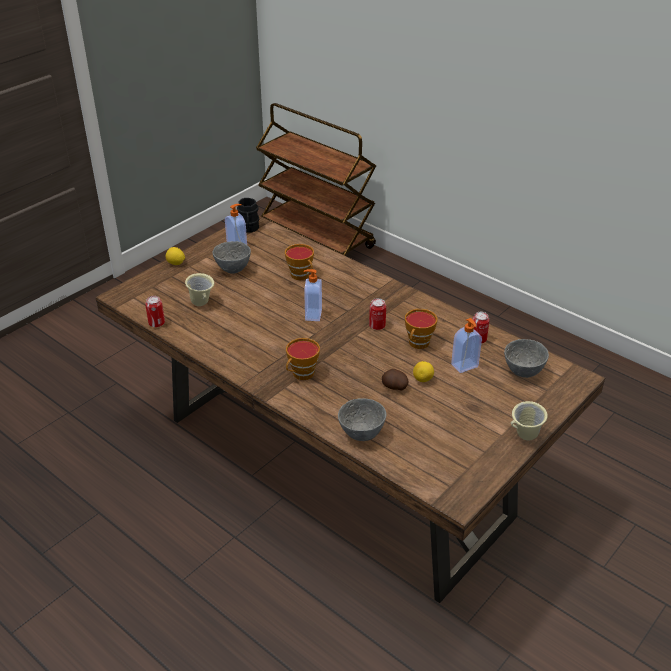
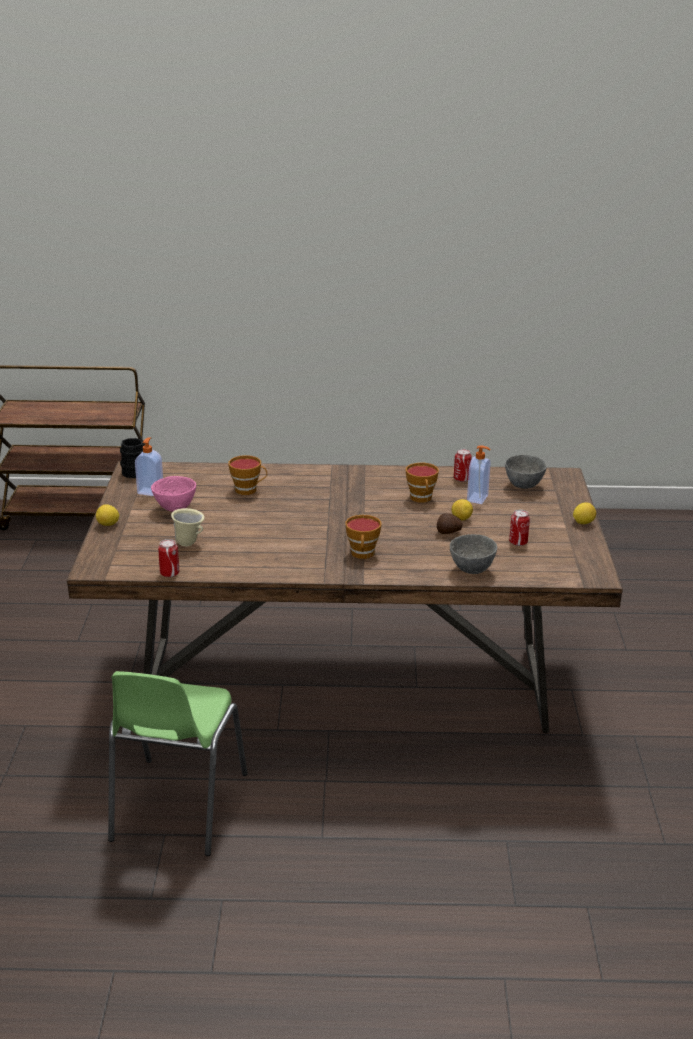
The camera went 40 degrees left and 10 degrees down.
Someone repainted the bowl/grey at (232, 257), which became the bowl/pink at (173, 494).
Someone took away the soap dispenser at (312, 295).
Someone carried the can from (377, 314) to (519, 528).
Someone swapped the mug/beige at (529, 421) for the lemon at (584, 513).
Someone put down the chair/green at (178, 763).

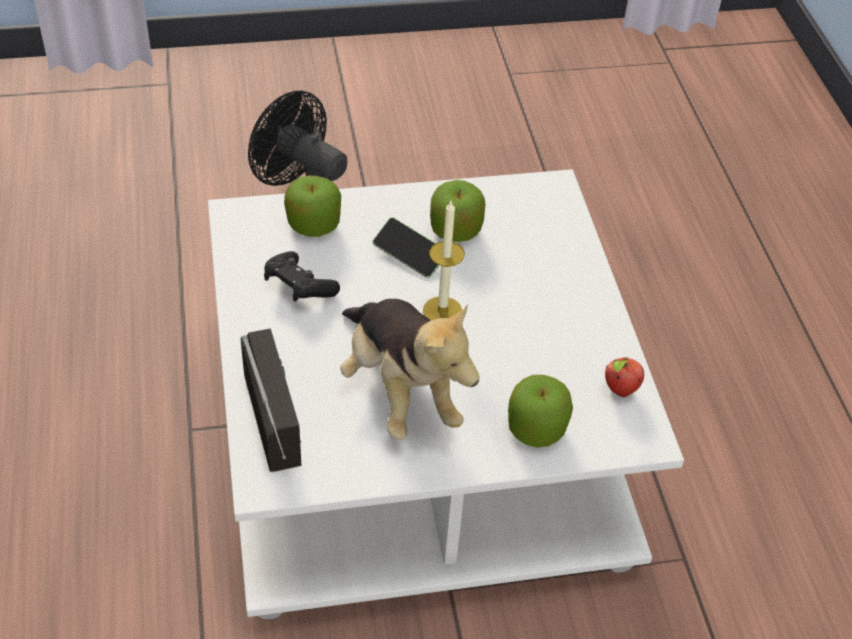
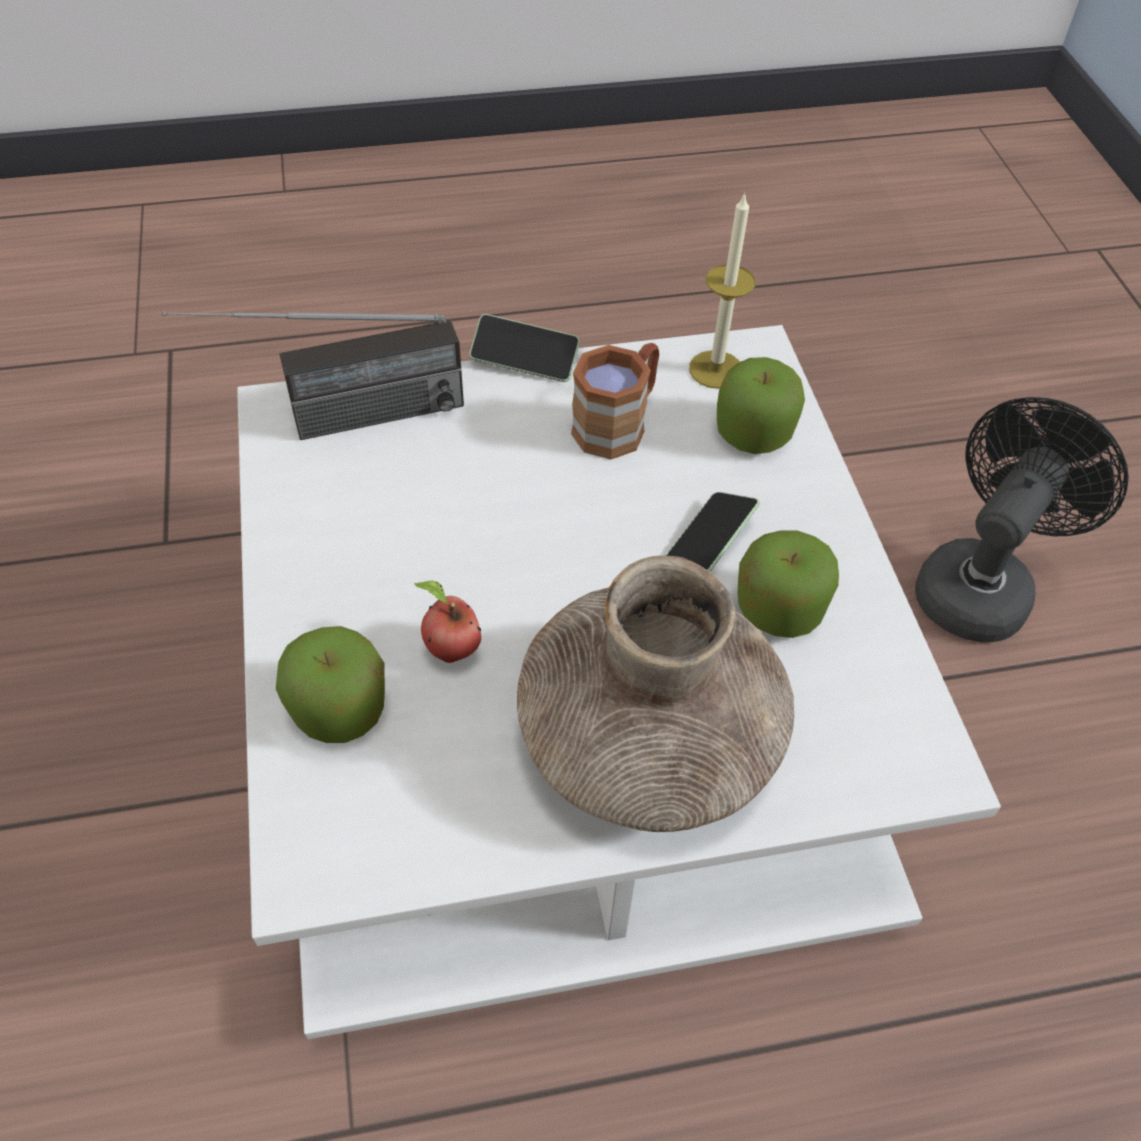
The camera went 90 degrees right and 5 degrees up.
Someone swapped the game controller/black at (302, 276) for the mug/brown at (615, 401).
Someone took away the plush toy at (410, 369).
Someone carried the candle from (444, 260) to (722, 290).
Someone carried the apple from (624, 377) to (447, 622).
Someone put down the phone at (524, 348).
Someone put down the vase/brown at (655, 694).

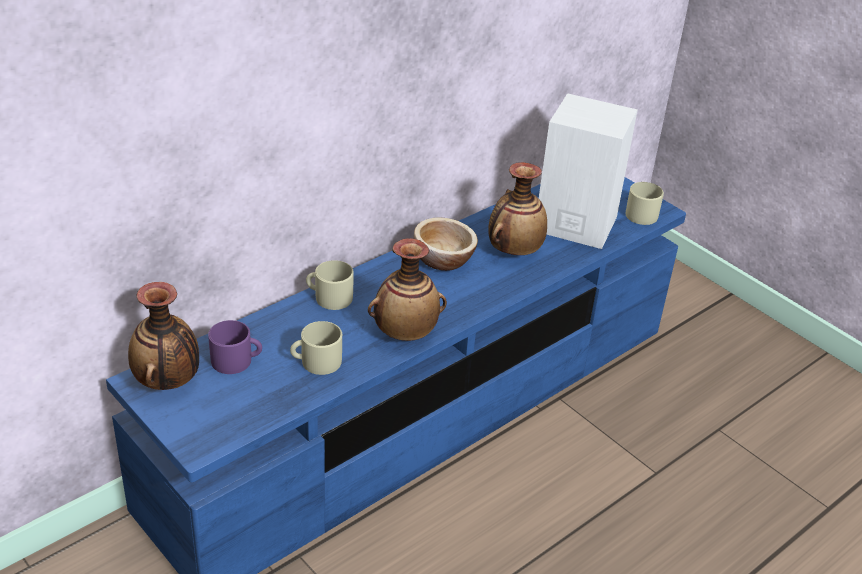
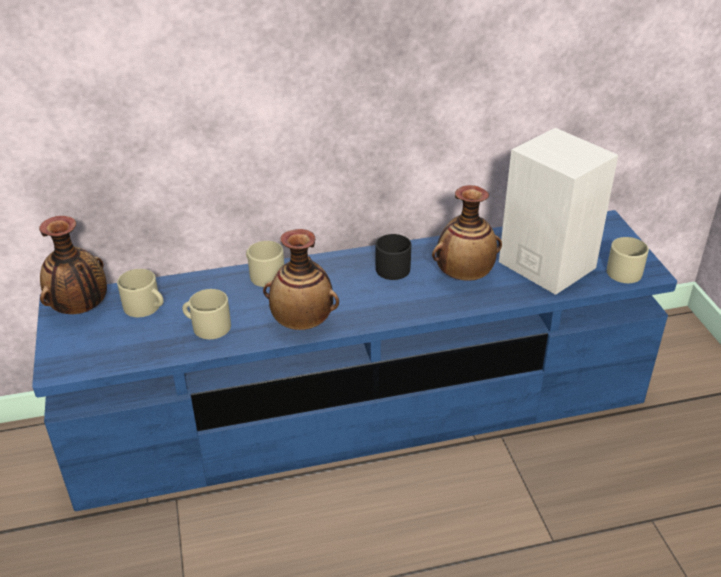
The camera went 30 degrees right and 0 degrees up.
Someone repainted the mug/purple at (235, 347), which became the mug/beige at (140, 293).
Someone swapped the bowl at (446, 244) for the mug/black at (393, 257).

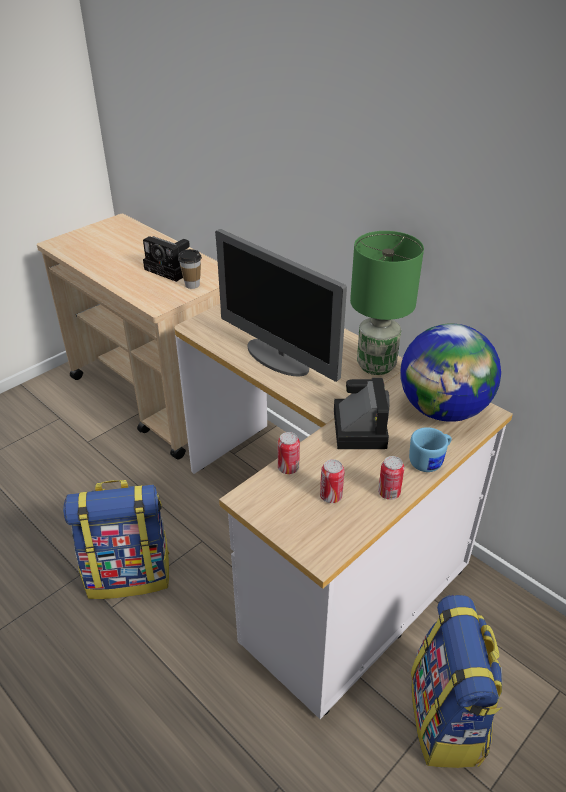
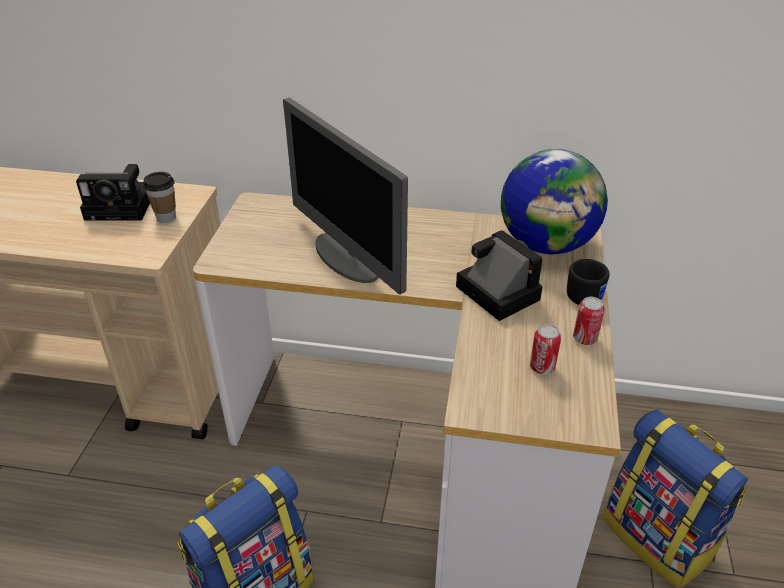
The camera went 35 degrees left and 0 degrees up.
Someone rotated the monitor at (281, 305) by 45 degrees clockwise.
Someone took away the can at (289, 453).
Someone took away the table lamp/green at (387, 303).
Someone repainted the mug/blue at (430, 449), which became the mug/black at (588, 282).

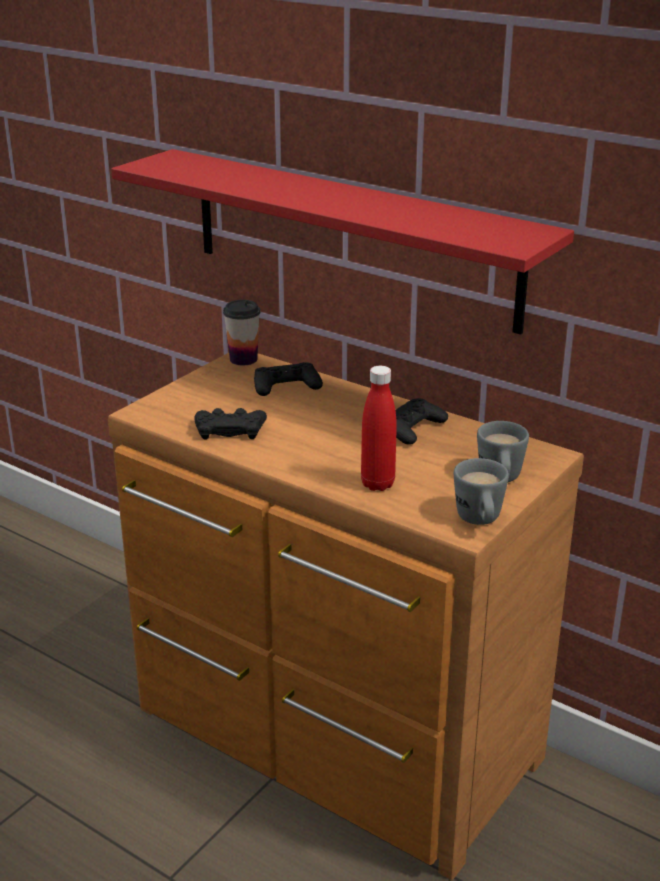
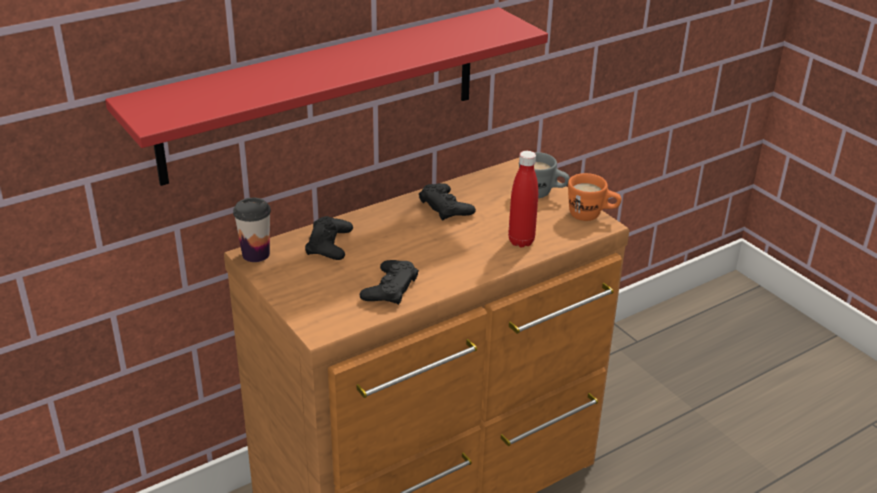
The camera went 70 degrees left and 5 degrees up.
Someone repainted the mug/grey at (481, 491), which became the mug/orange at (594, 197).

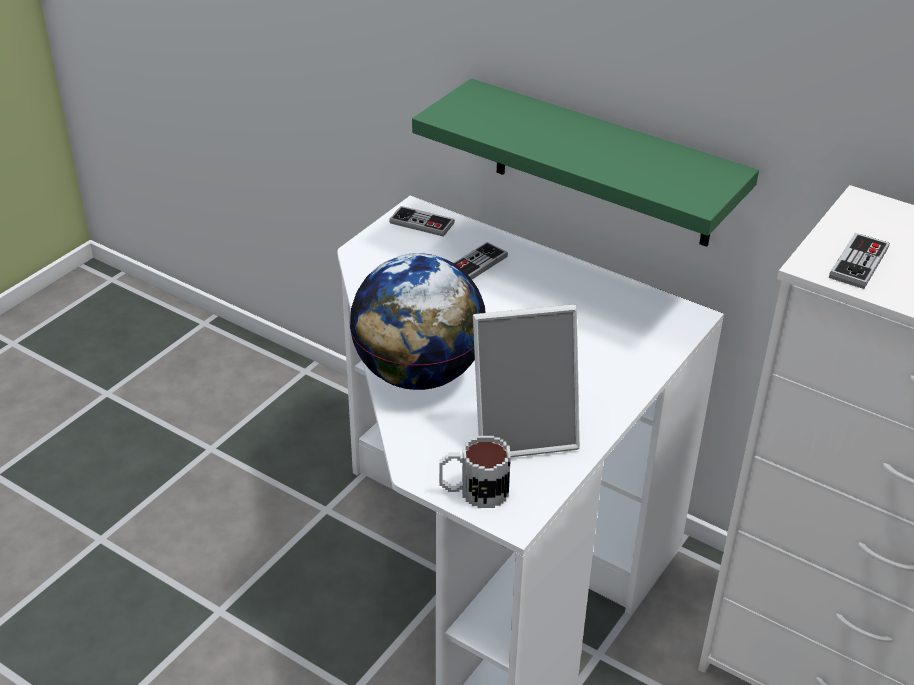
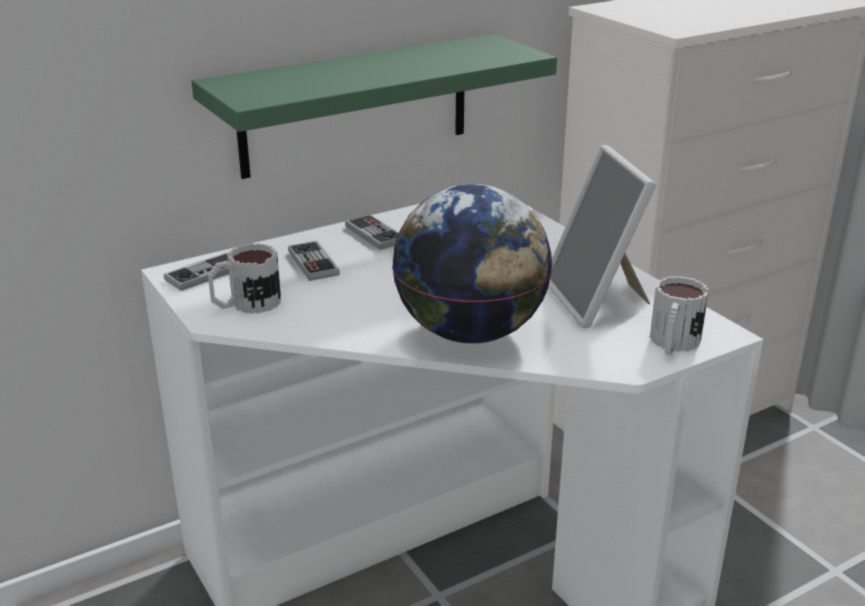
The camera went 65 degrees left and 10 degrees down.
Someone rotated the picture frame at (526, 380) by 150 degrees clockwise.
Someone carried the game controller from (859, 261) to (372, 232).
Someone put down the mug at (244, 278).

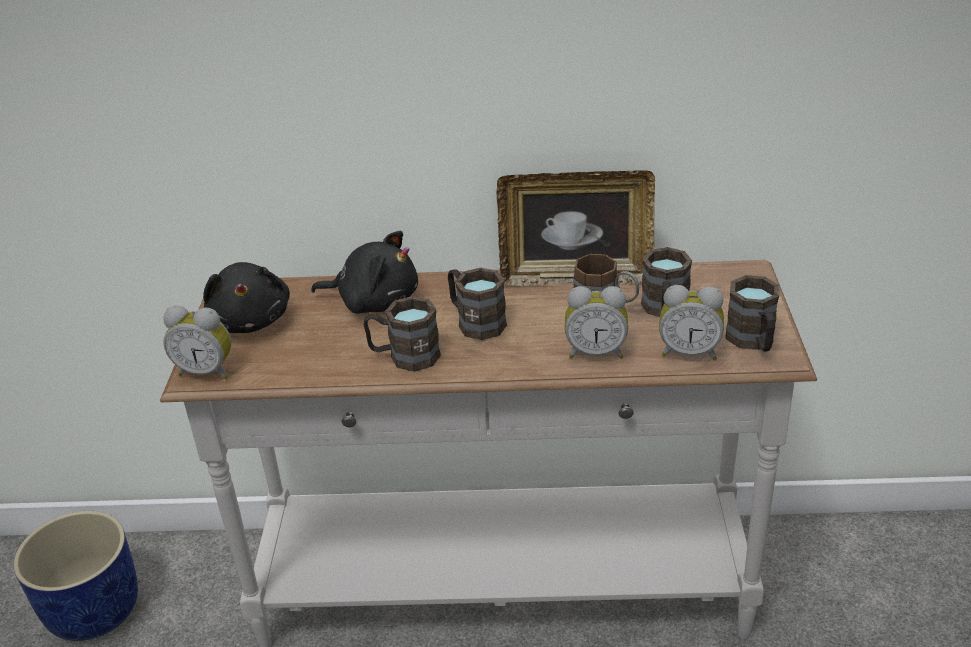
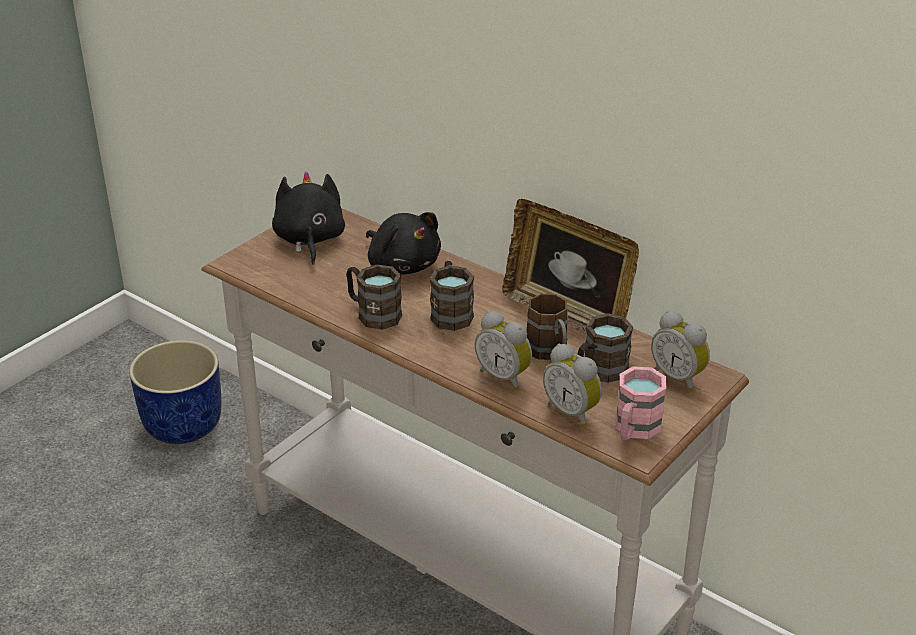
The camera went 35 degrees right and 0 degrees up.
Someone carried the alarm clock from (197, 343) to (680, 351).
Someone rotated the plush toy/black at (246, 297) by 150 degrees clockwise.
Someone repainted the mug/brown at (752, 313), which became the mug/pink at (641, 403).

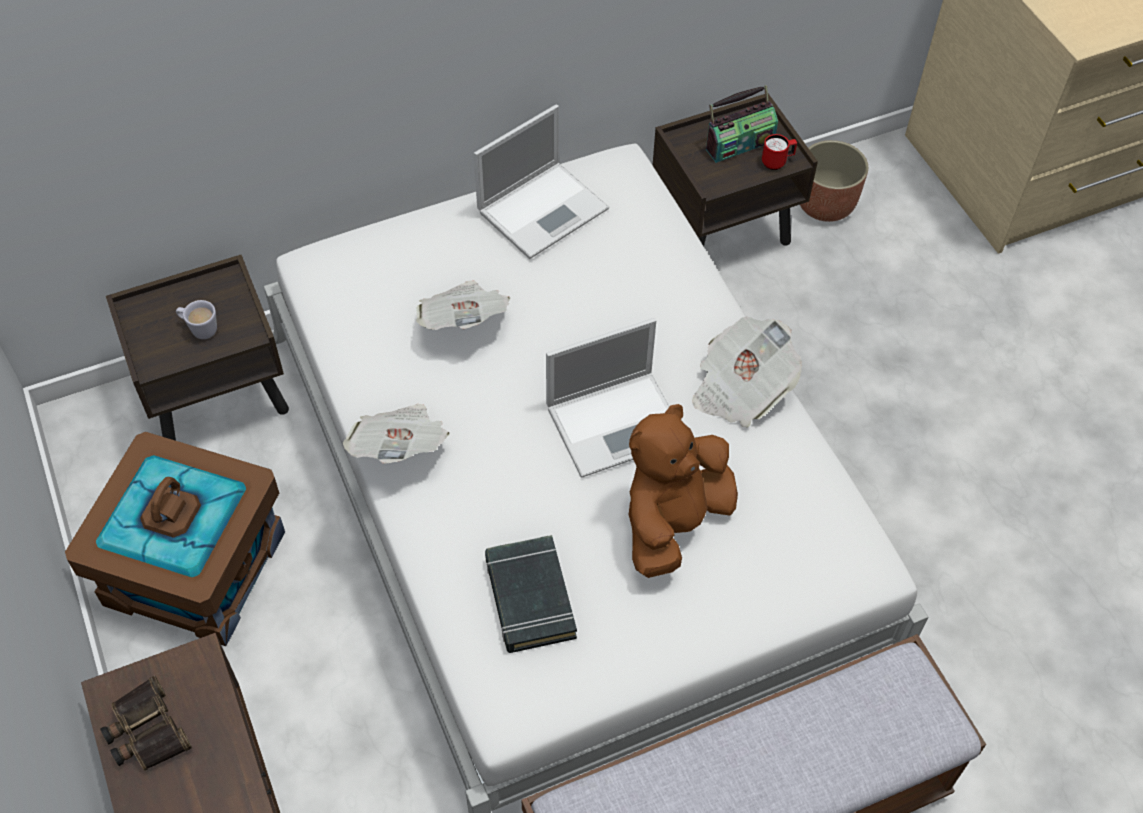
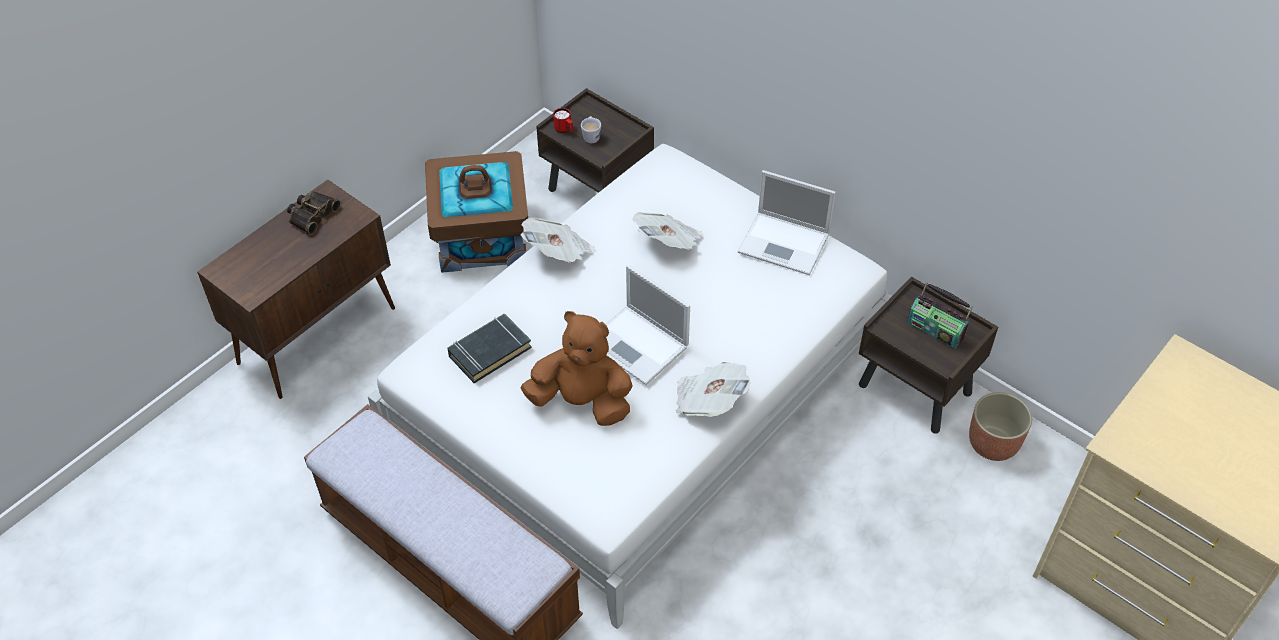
The camera went 65 degrees right and 5 degrees down.
Someone carried the mug/red from (779, 152) to (563, 120).

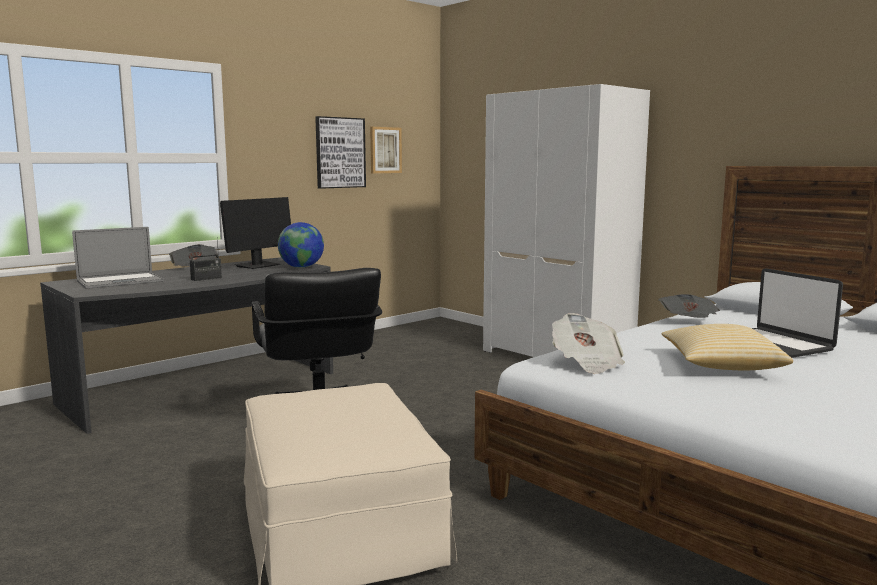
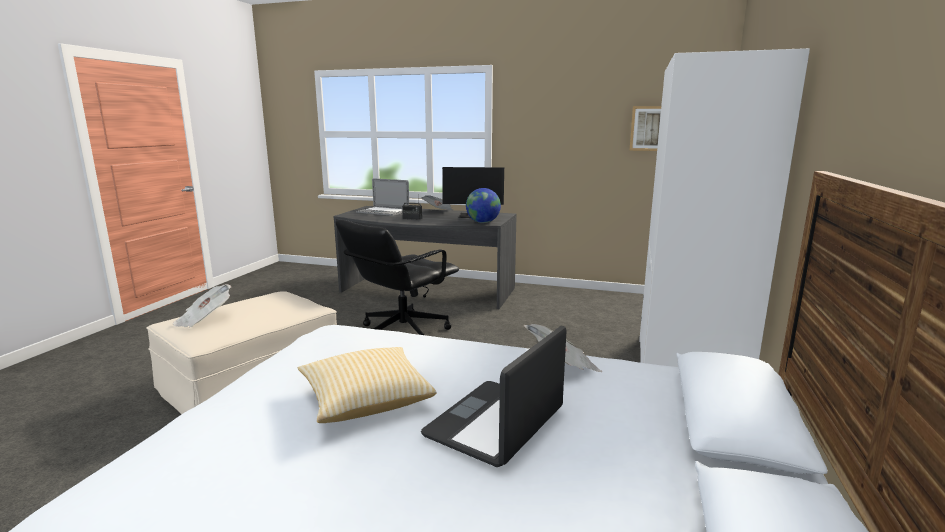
The camera went 60 degrees right and 5 degrees up.
Someone took away the picture at (340, 152).
Someone carried the newspaper from (588, 343) to (201, 306).

